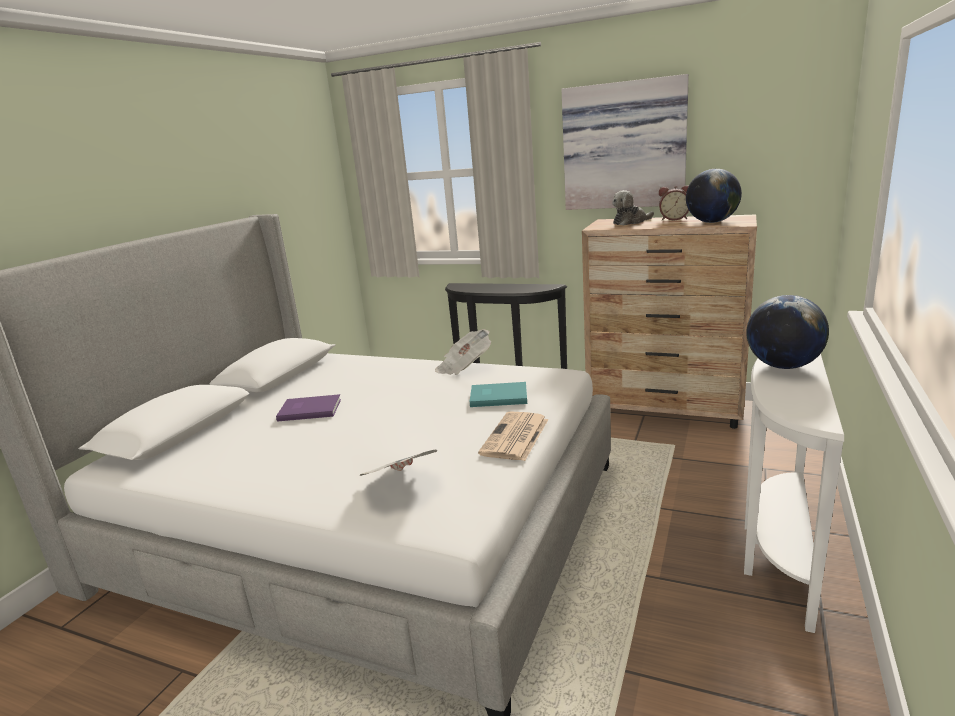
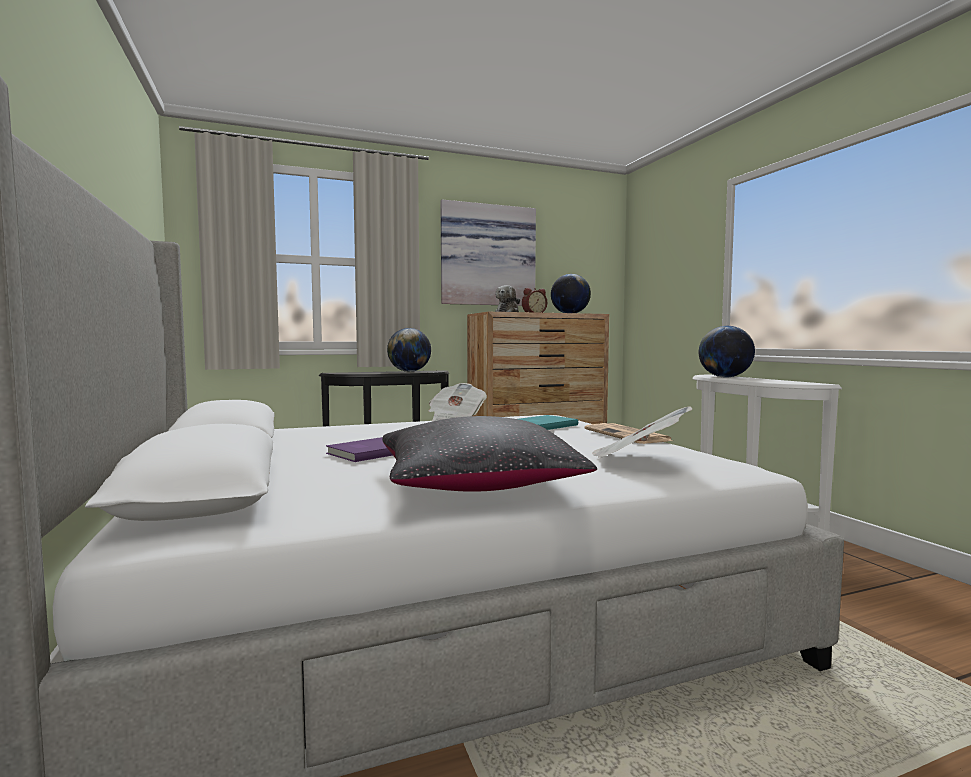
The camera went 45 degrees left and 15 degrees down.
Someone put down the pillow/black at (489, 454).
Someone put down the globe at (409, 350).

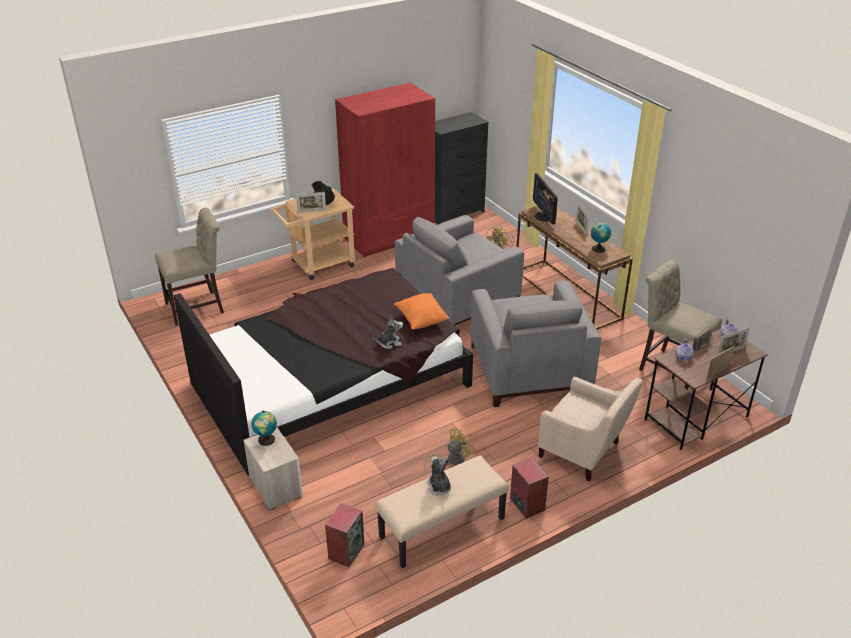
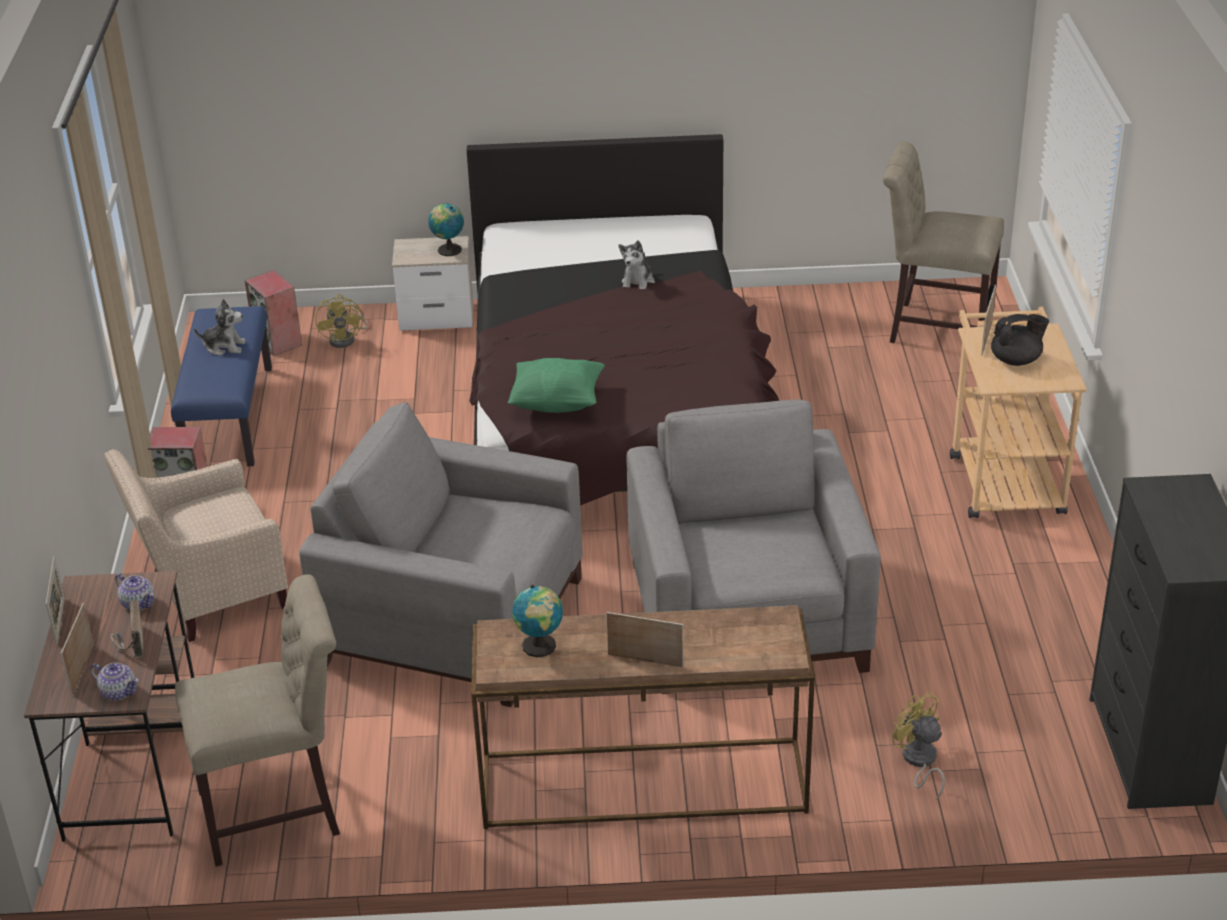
The camera went 120 degrees right and 0 degrees up.
Someone rotated the chair/beige at (189, 267) by 105 degrees clockwise.
Someone took away the wardrobe/red at (385, 170).
Someone carried the plush toy from (388, 332) to (637, 264).
Someone repainted the bench/beige at (442, 512), which became the bench/blue at (221, 386).
Someone repainted the pillow/orange at (421, 311), which became the pillow/green at (556, 385).
Someone carried the fan/yellow from (448, 447) to (341, 321).
Someone took away the monitor at (545, 199).

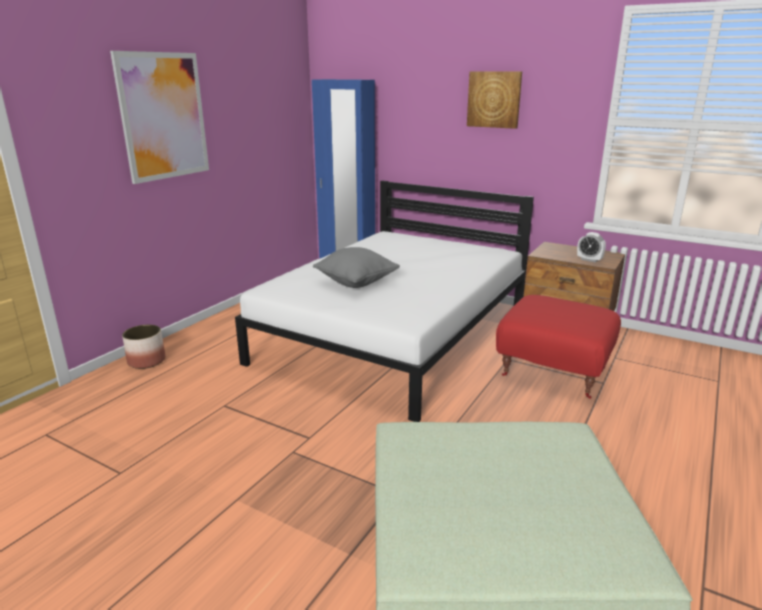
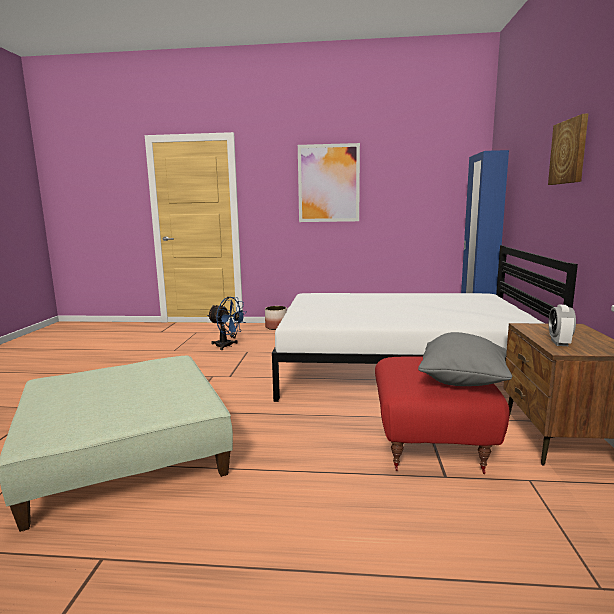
The camera went 65 degrees right and 10 degrees down.
Someone carried the pillow/grey from (356, 267) to (465, 359).
Someone put down the fan/blue at (227, 323).

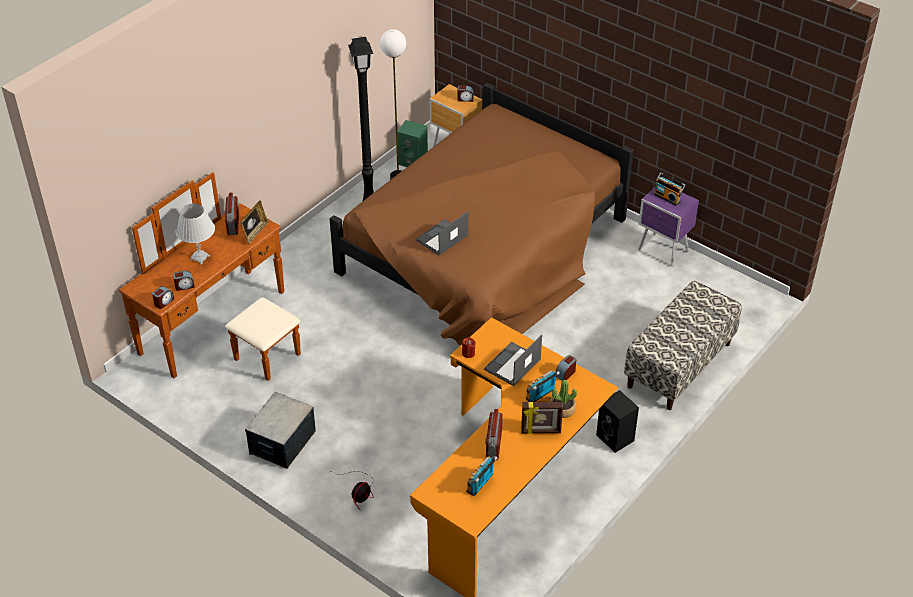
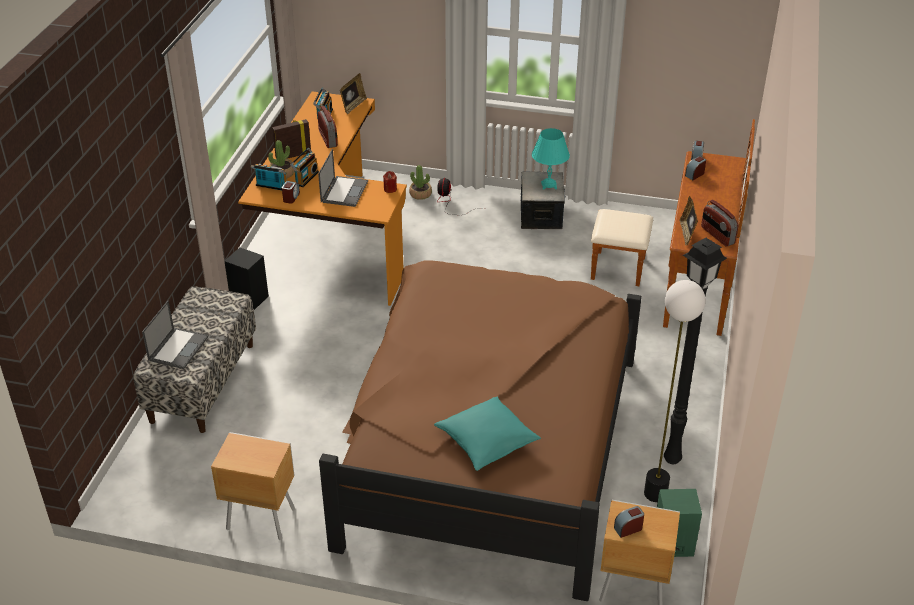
The camera went 155 degrees right and 5 degrees down.
Someone took away the table lamp/white at (195, 234).
Someone carried the laptop from (442, 234) to (175, 335).
Someone repainted the nightstand/purple at (668, 226), which became the nightstand/brown at (253, 486).
Someone carried the radio from (670, 189) to (268, 177).
Someone put down the picture frame at (353, 93).
Someone put down the potted plant at (420, 182).
Someone put down the pillow/turquoise at (487, 434).
Someone put down the table lamp/turquoise at (551, 159).

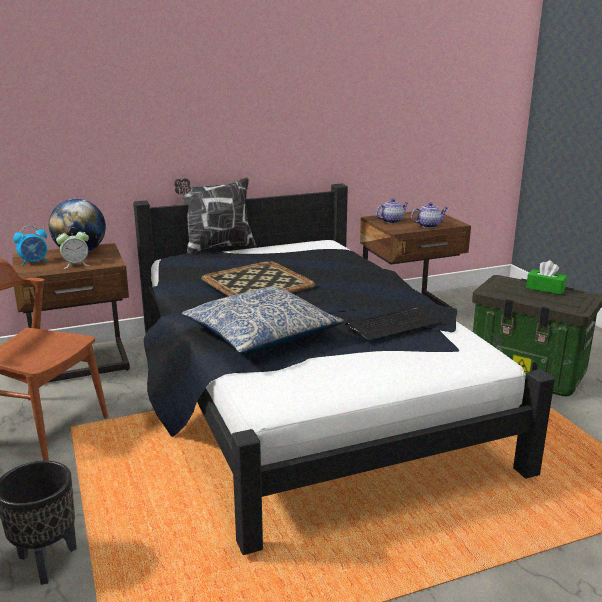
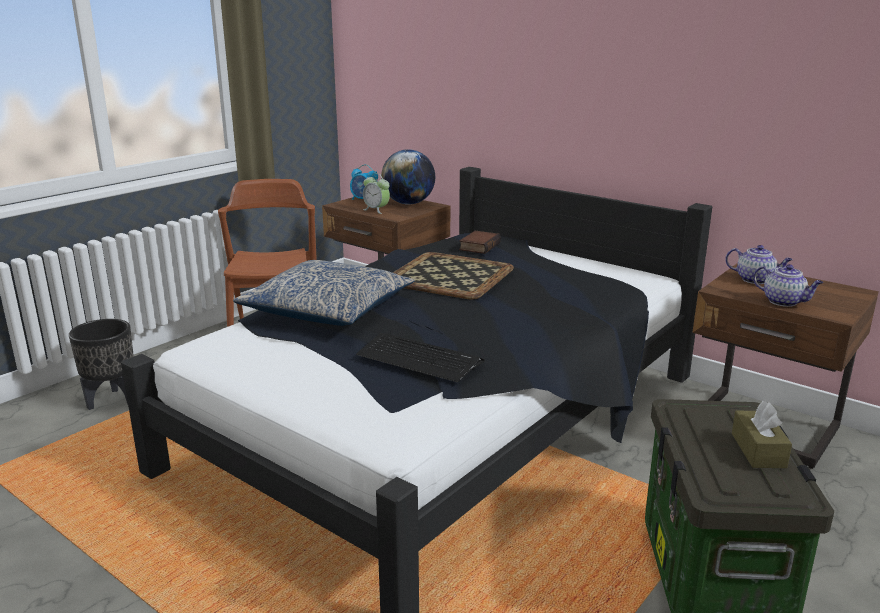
The camera went 60 degrees right and 0 degrees up.
Someone took away the pillow at (215, 215).
Someone repainted the tissue box/green at (546, 277), which became the tissue box/brown at (762, 434).
Someone put down the book at (480, 242).

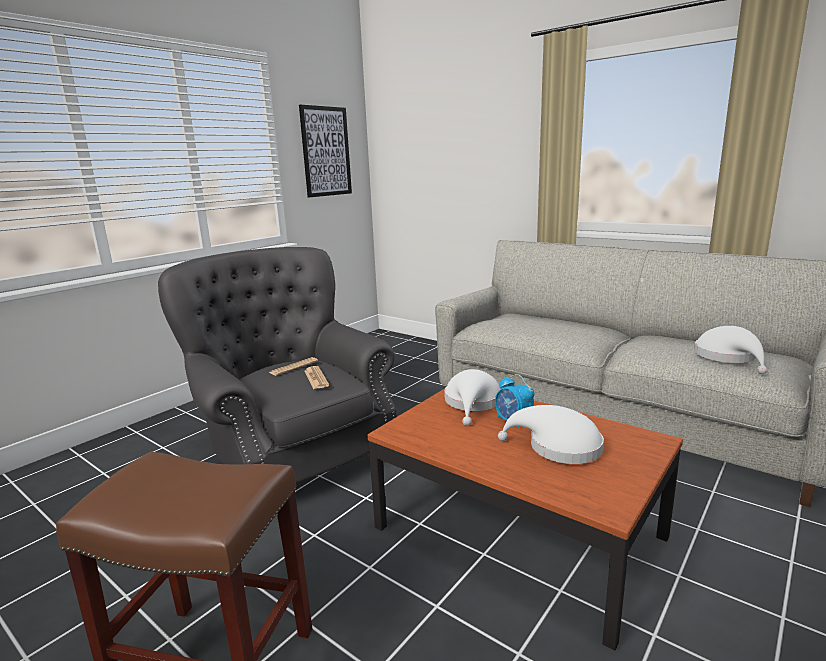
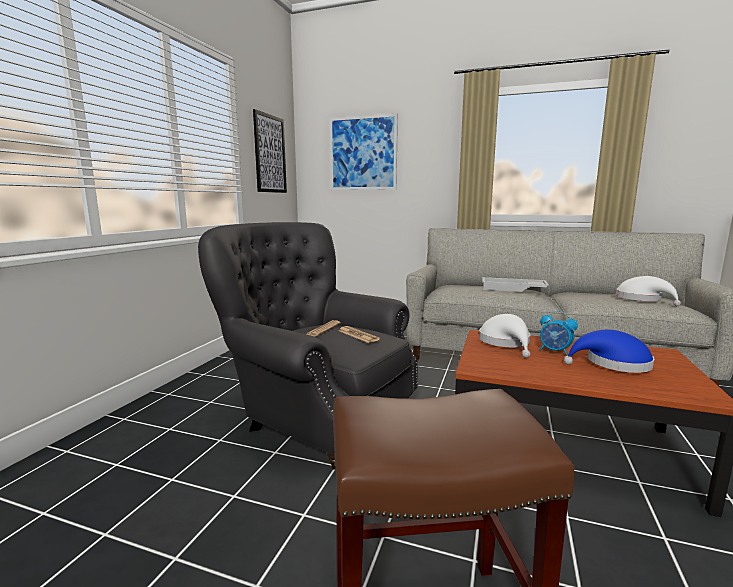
The camera went 20 degrees left and 5 degrees down.
Someone repainted the hat/white at (551, 434), which became the hat/blue at (609, 351).
Someone put up the picture at (364, 151).
Someone put down the tray/white at (515, 284).

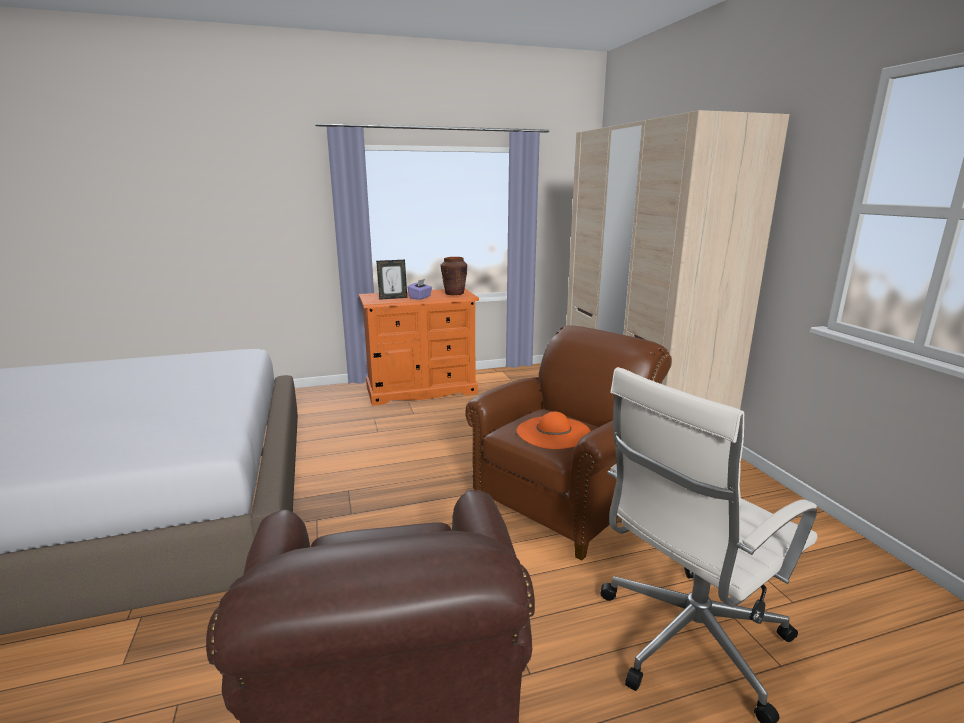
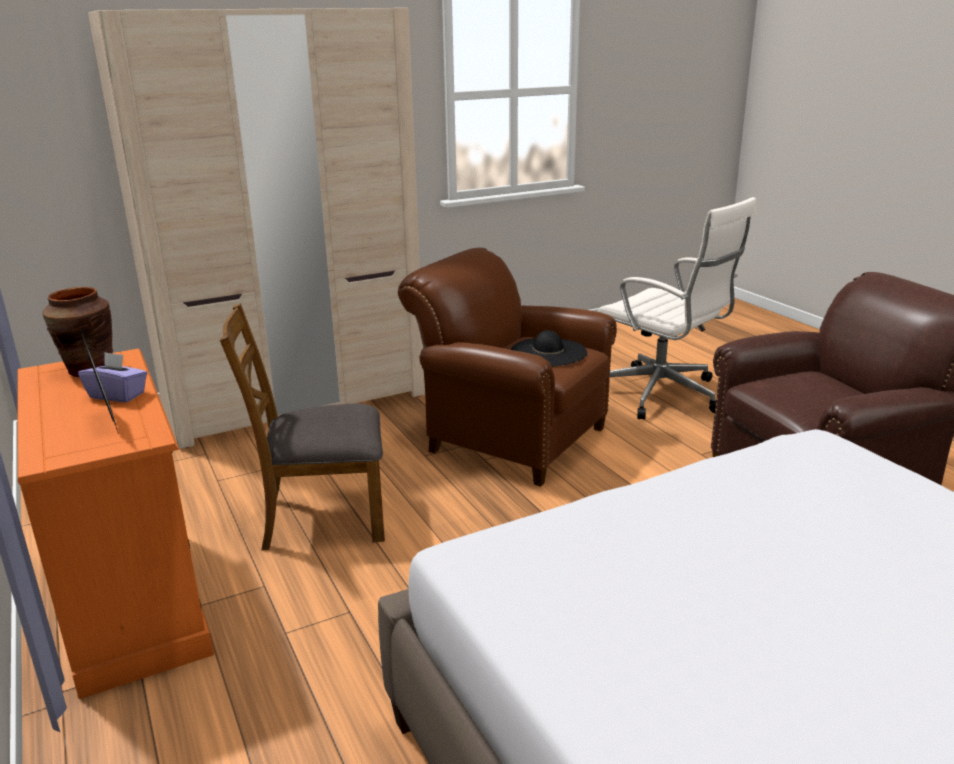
The camera went 100 degrees left and 5 degrees up.
Someone repainted the hat/orange at (554, 430), which became the hat/black at (548, 348).
Someone put down the chair/brown at (302, 427).

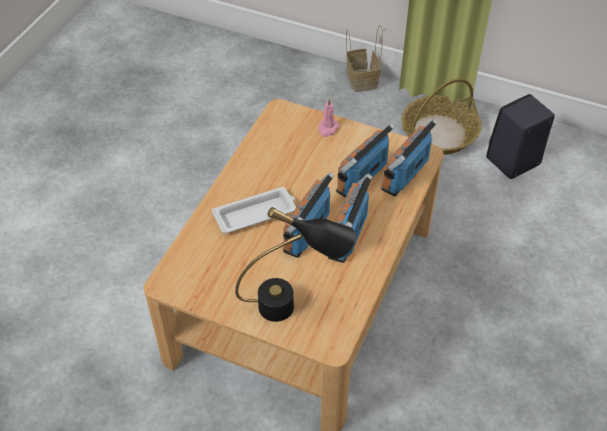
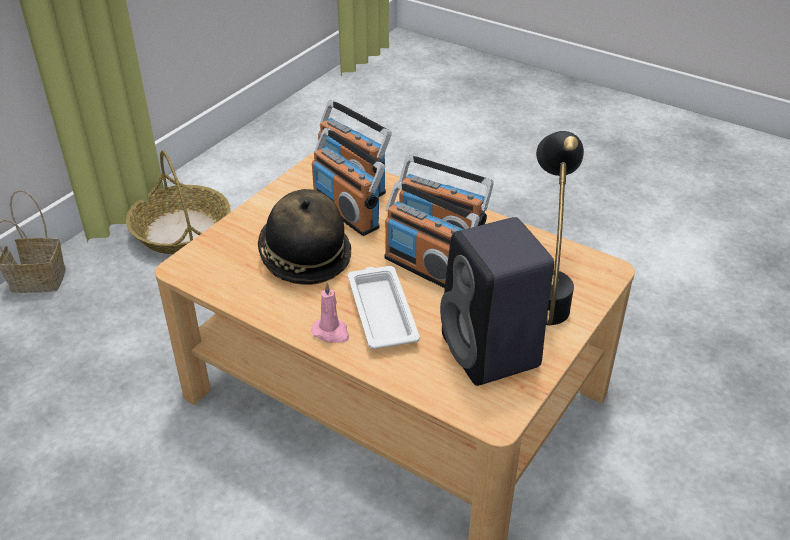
The camera went 80 degrees left and 10 degrees down.
Someone carried the candle/pink from (329, 117) to (330, 312).
Someone carried the speaker/black from (520, 136) to (497, 301).
Someone put down the hat at (304, 237).

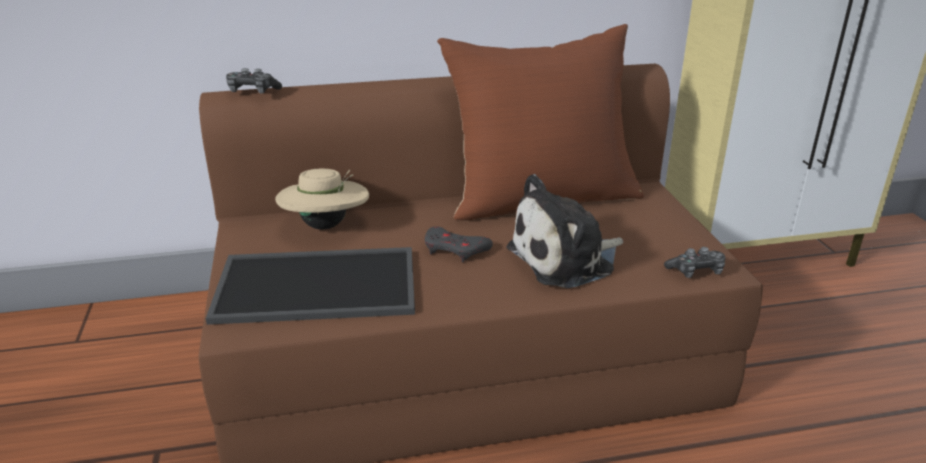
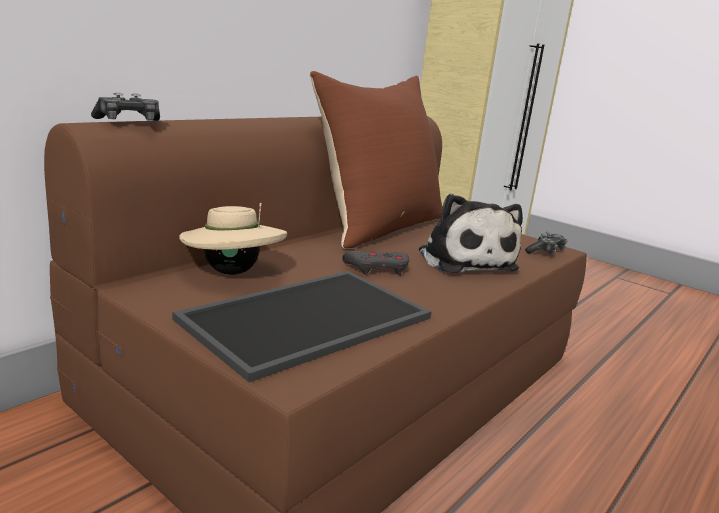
The camera went 40 degrees left and 10 degrees down.
Someone rotated the plush toy at (564, 231) by 45 degrees counterclockwise.

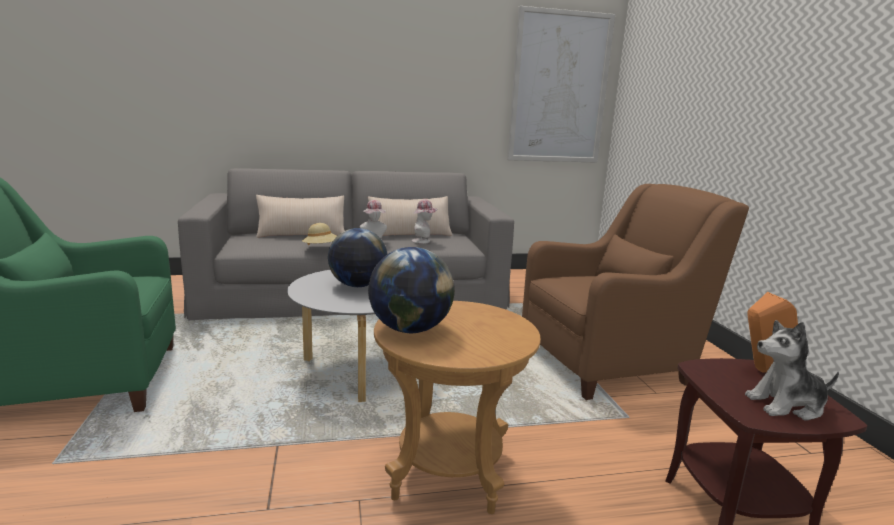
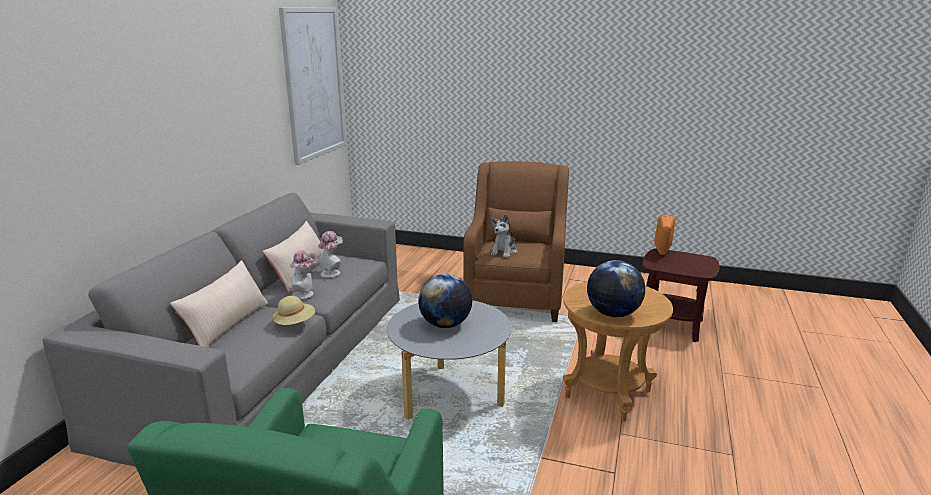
The camera went 60 degrees left and 5 degrees up.
Someone carried the plush toy from (792, 370) to (504, 236).

